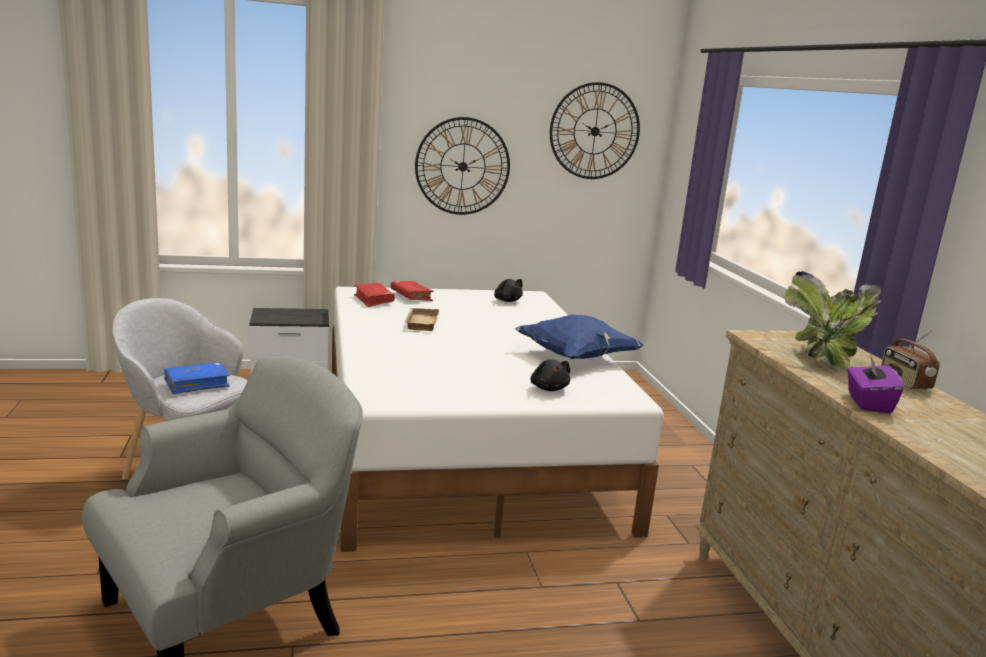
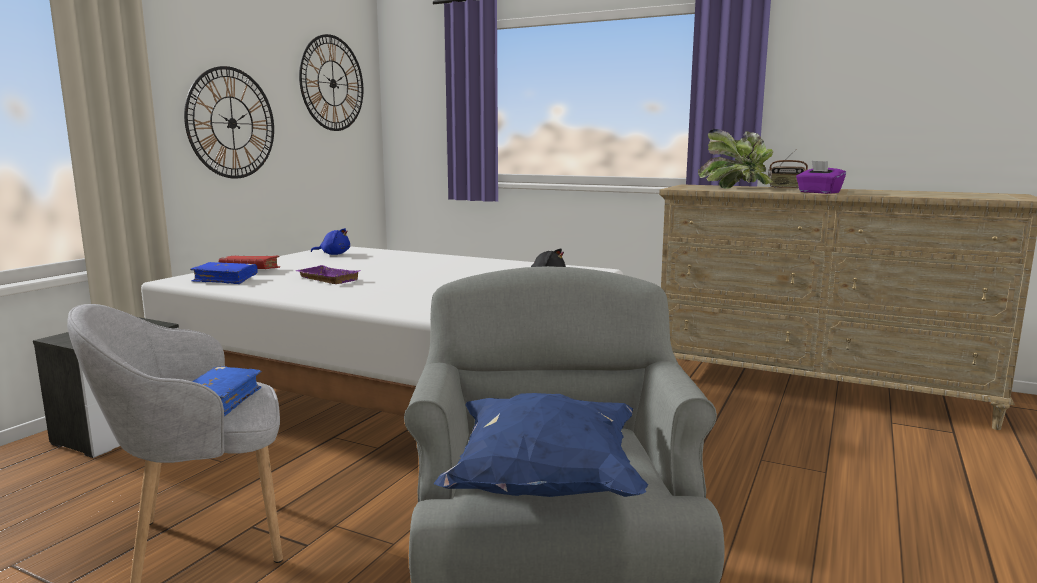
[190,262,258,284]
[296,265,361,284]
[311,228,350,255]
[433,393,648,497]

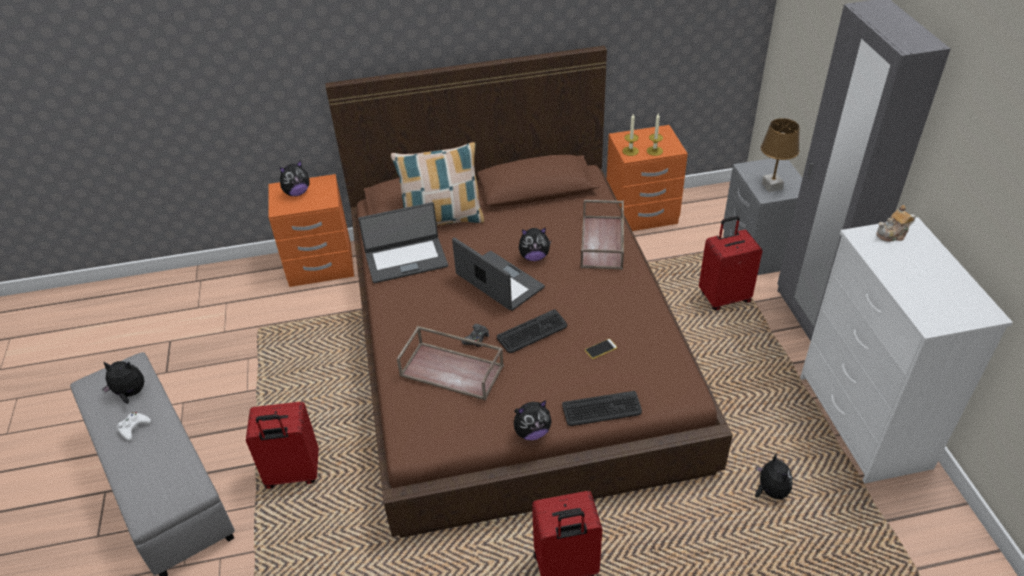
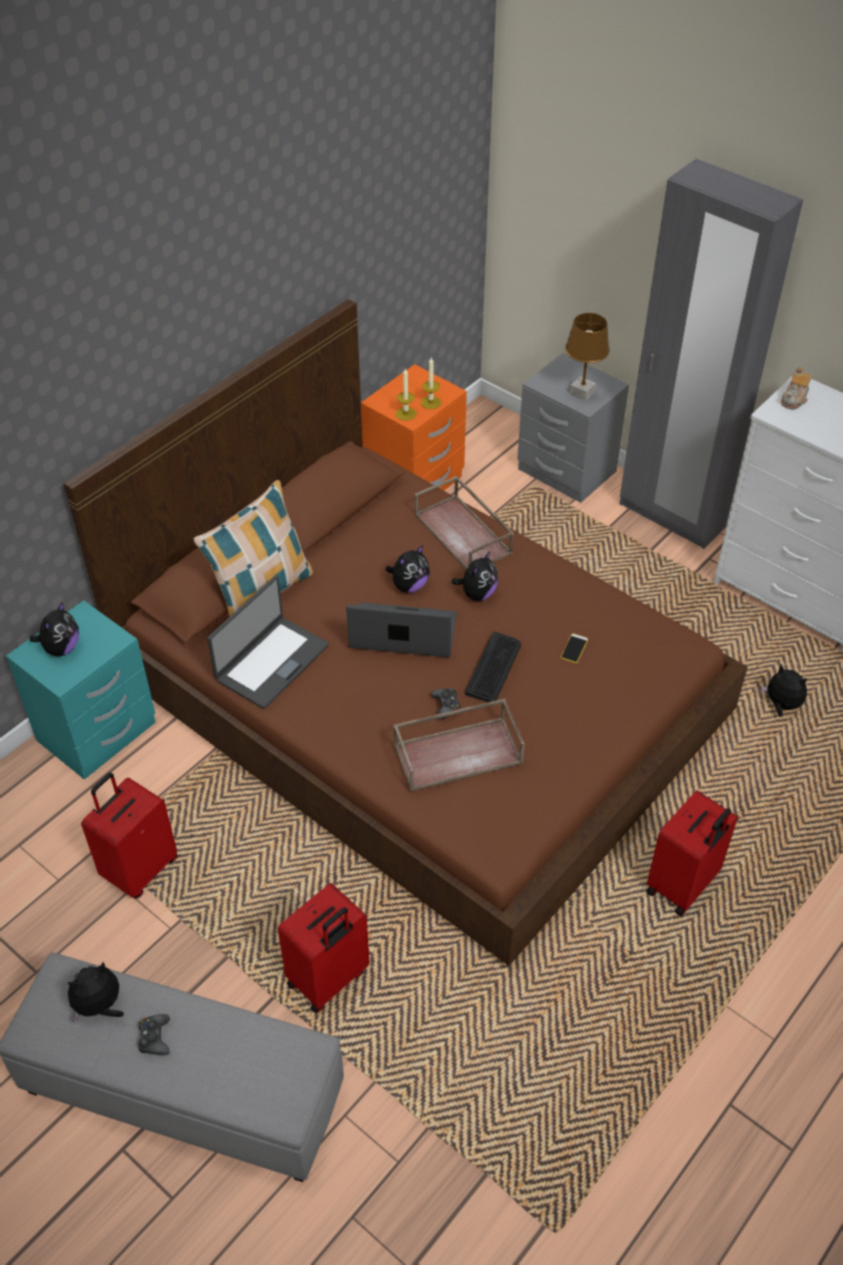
[6,600,156,780]
[81,772,178,898]
[138,1014,170,1055]
[452,551,498,601]
[562,391,642,426] (first image)

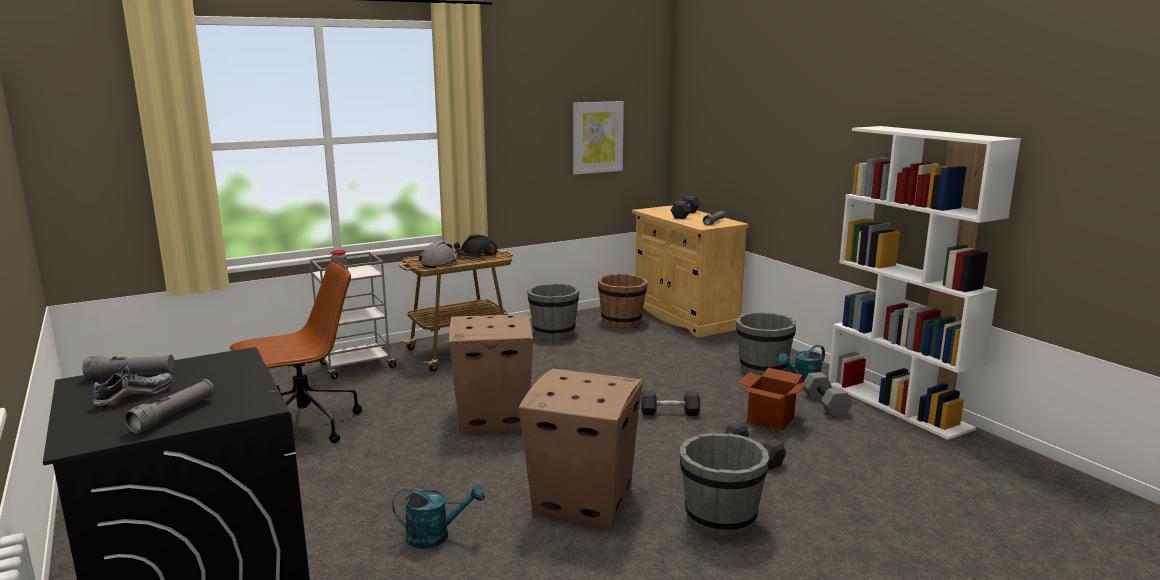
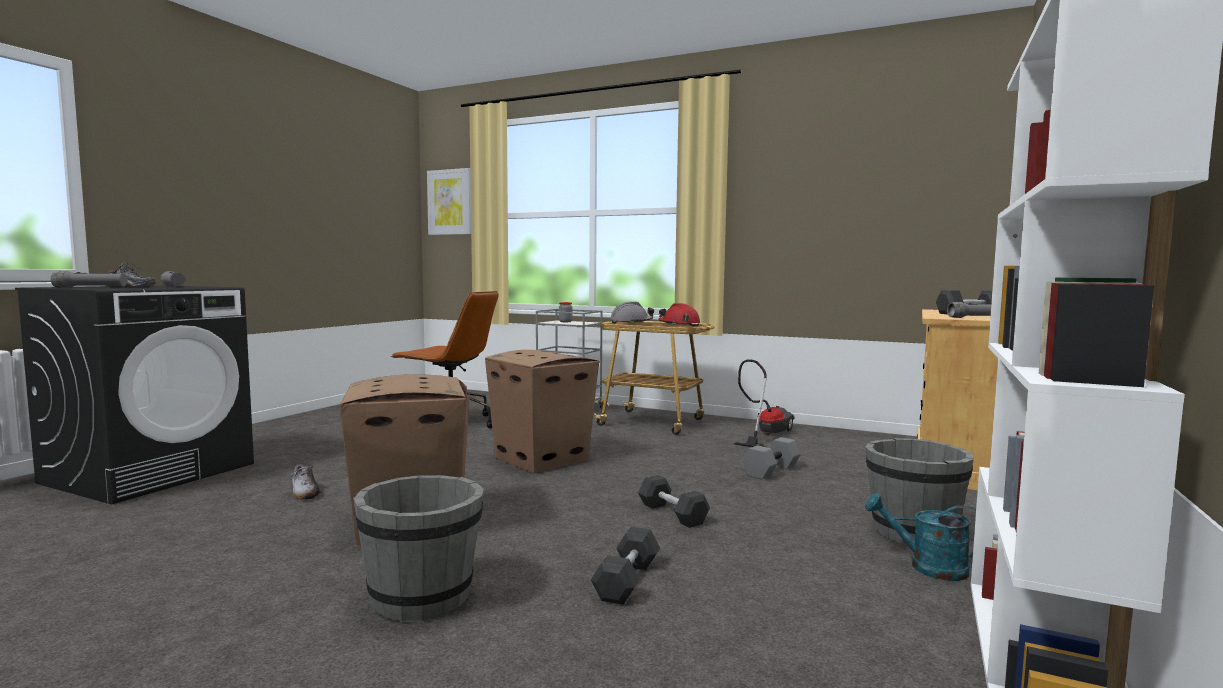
[291,464,321,500]
[427,168,471,235]
[659,303,700,327]
[734,359,794,448]
[742,437,801,479]
[598,274,648,328] (first image)
[737,368,809,431] (first image)

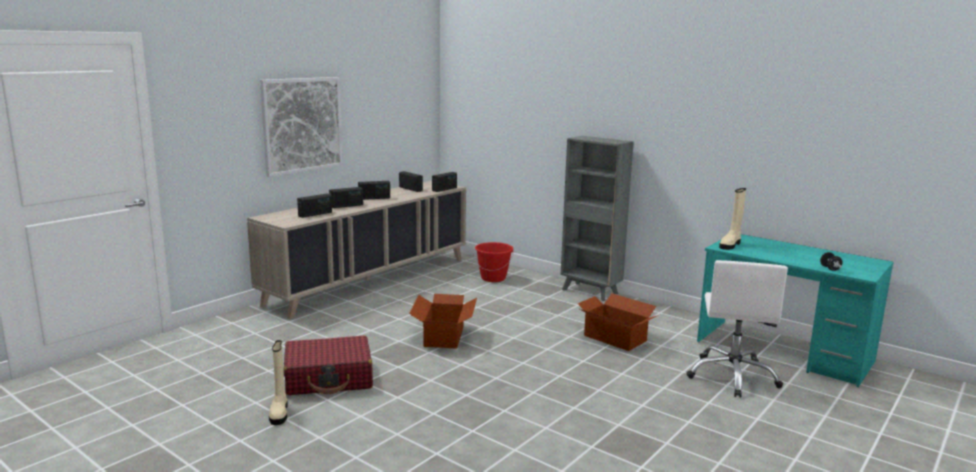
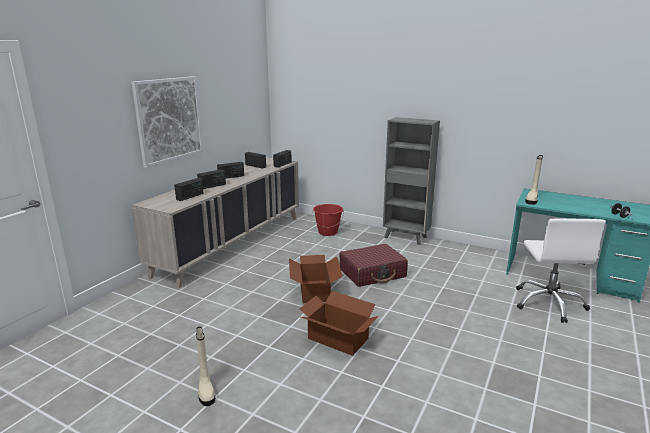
[299,291,379,356]
[339,244,408,287]

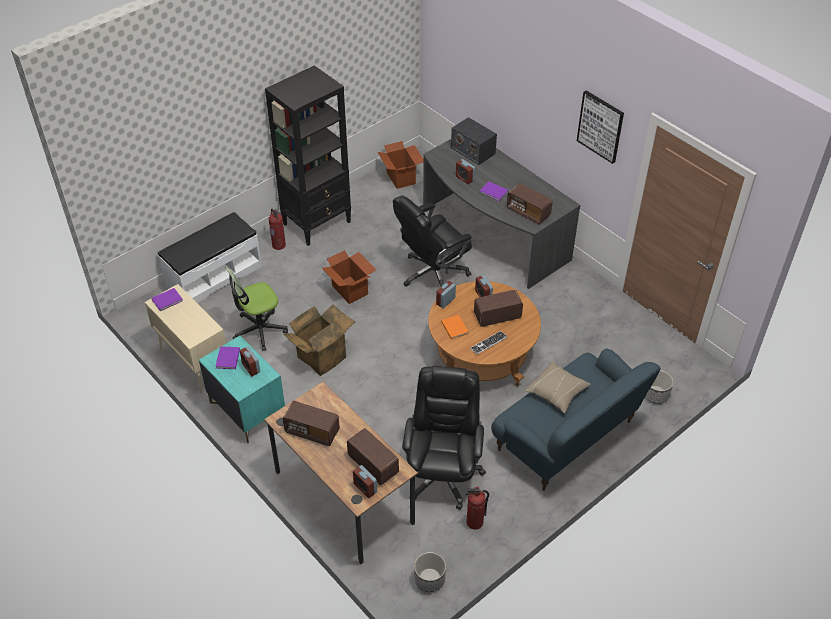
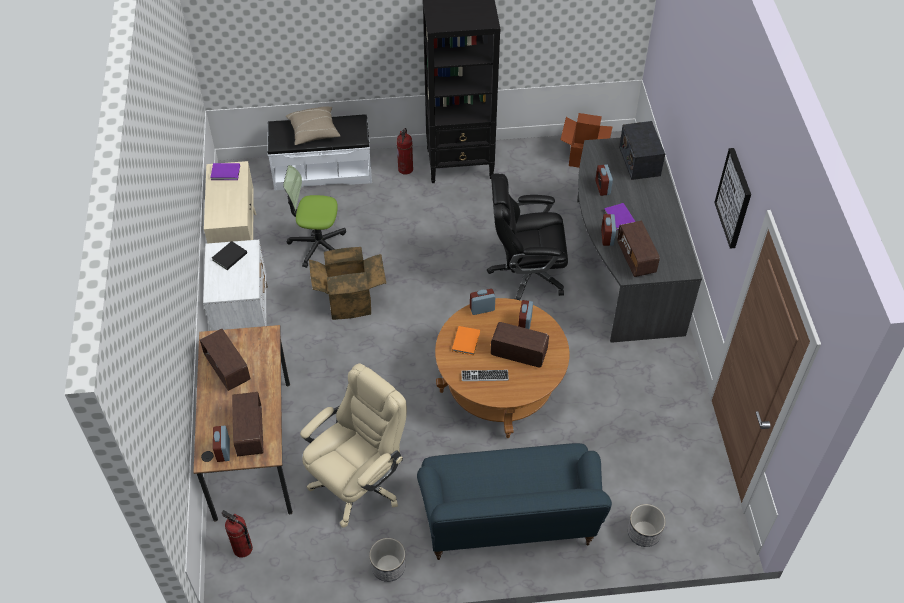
[203,240,268,331]
[212,241,247,270]
[221,510,253,558]
[286,106,340,145]
[300,363,407,528]
[369,538,405,582]
[601,214,616,246]
[322,250,376,304] (first image)

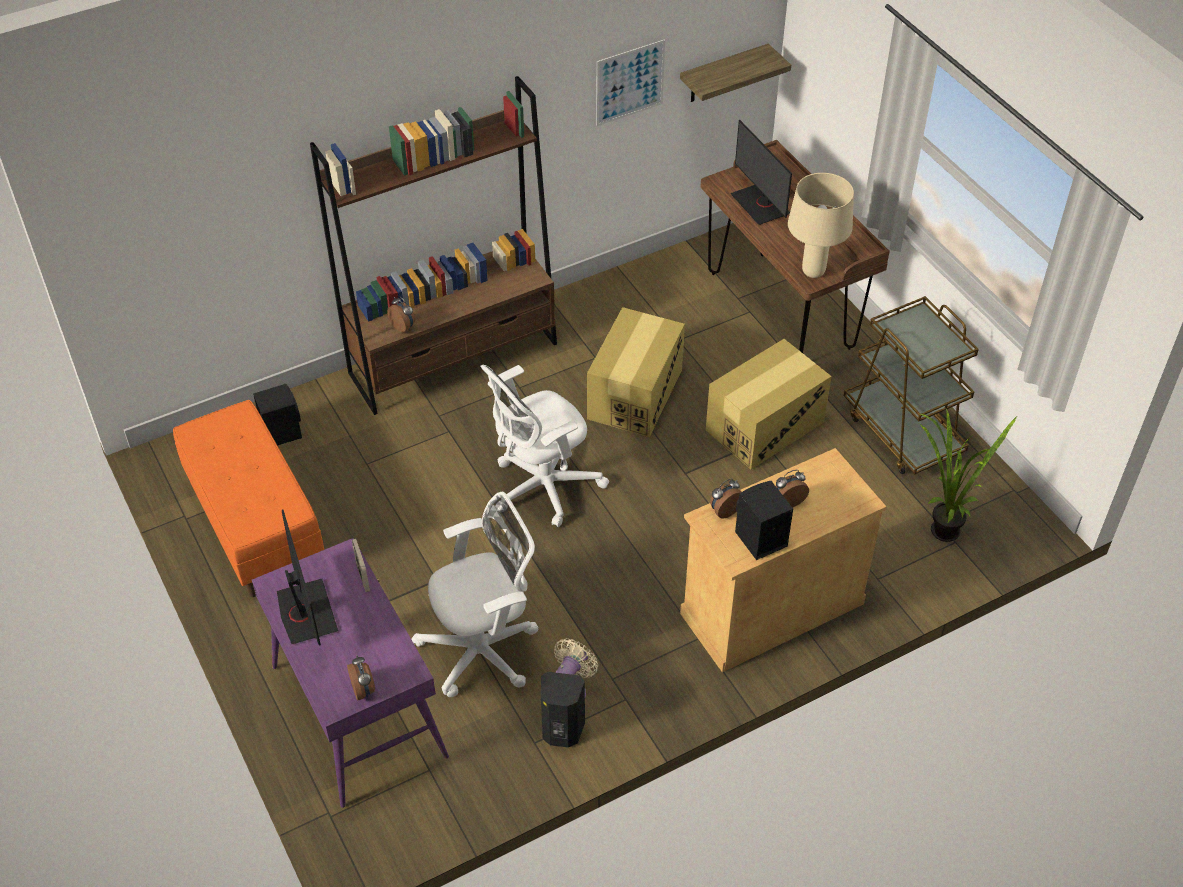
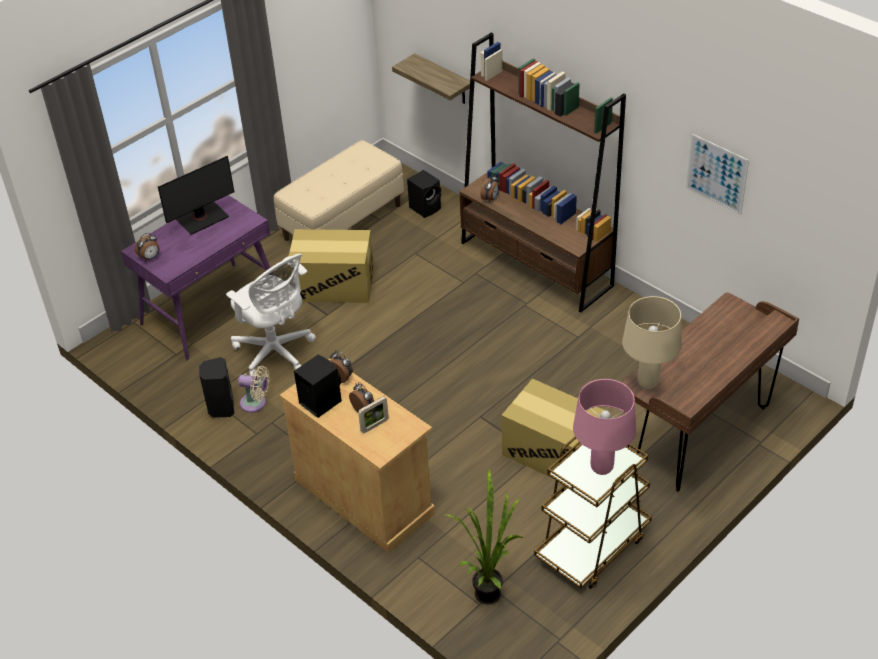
[274,140,404,241]
[287,229,374,303]
[358,396,389,434]
[392,53,470,104]
[573,379,636,475]
[481,364,609,527] (first image)
[730,120,792,225] (first image)

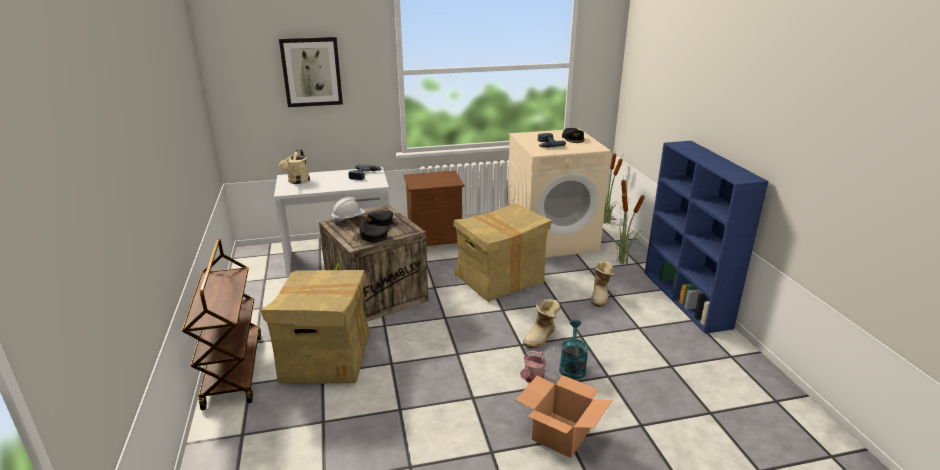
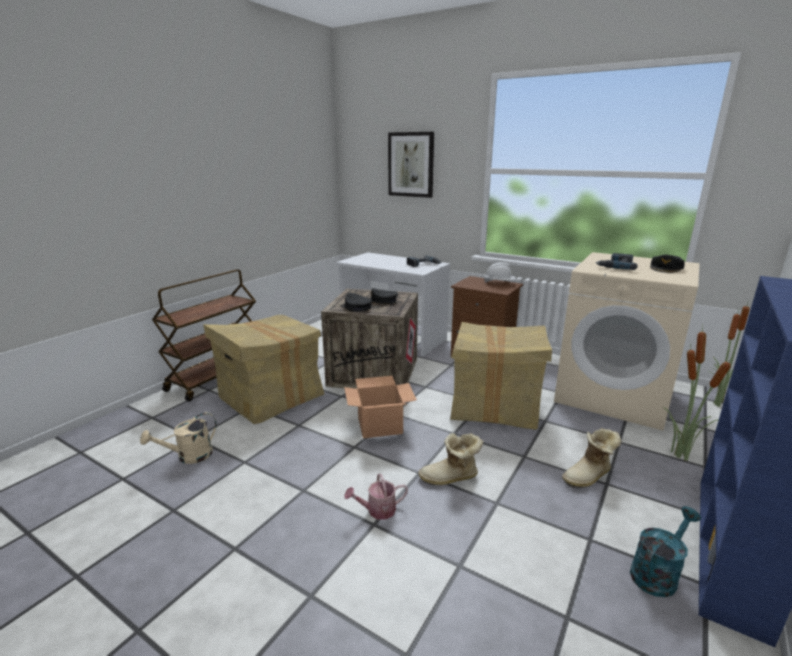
[140,412,217,464]
[344,376,417,438]
[484,262,516,283]
[630,506,701,597]

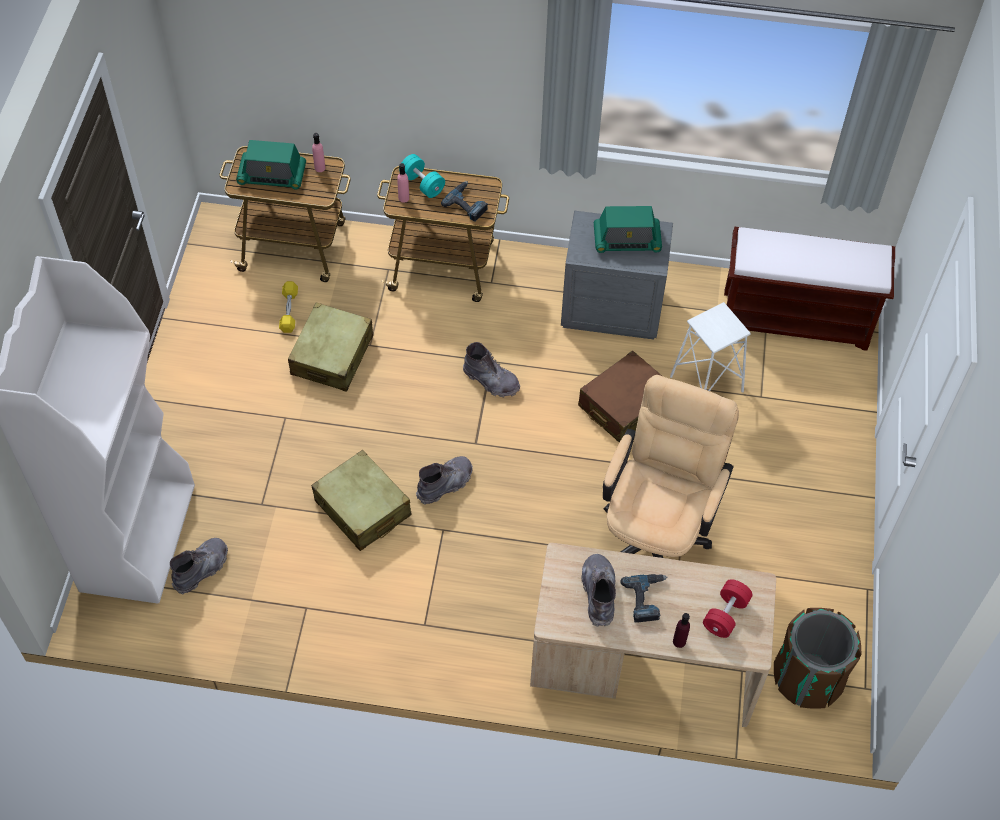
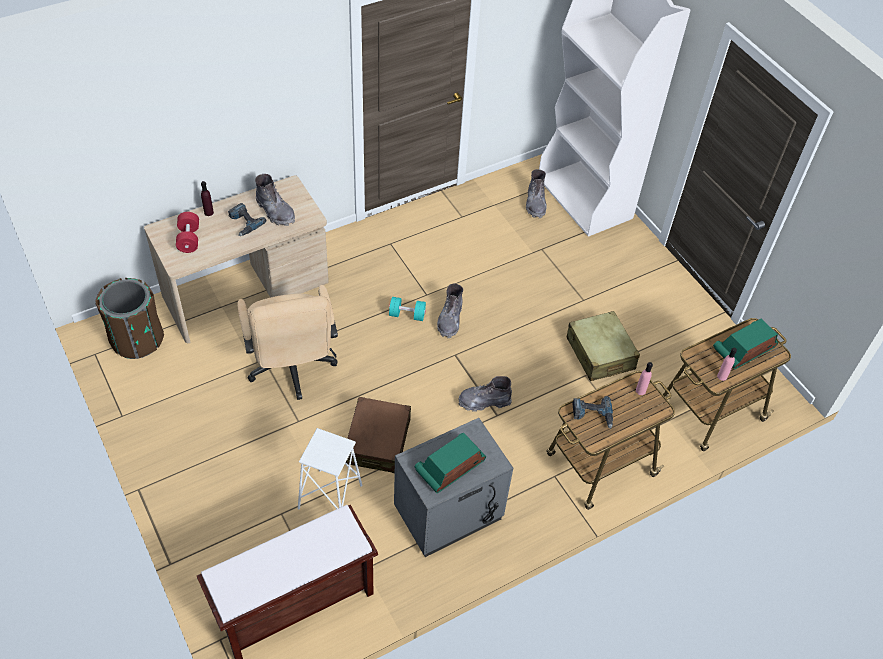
[389,297,426,321]
[279,281,298,333] (first image)
[311,450,412,551] (first image)

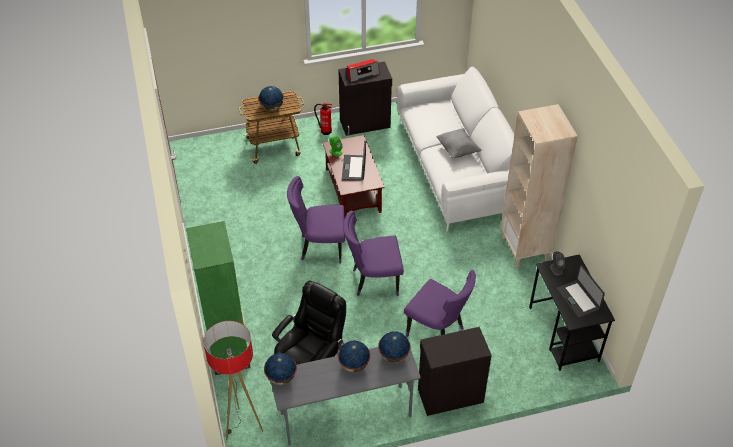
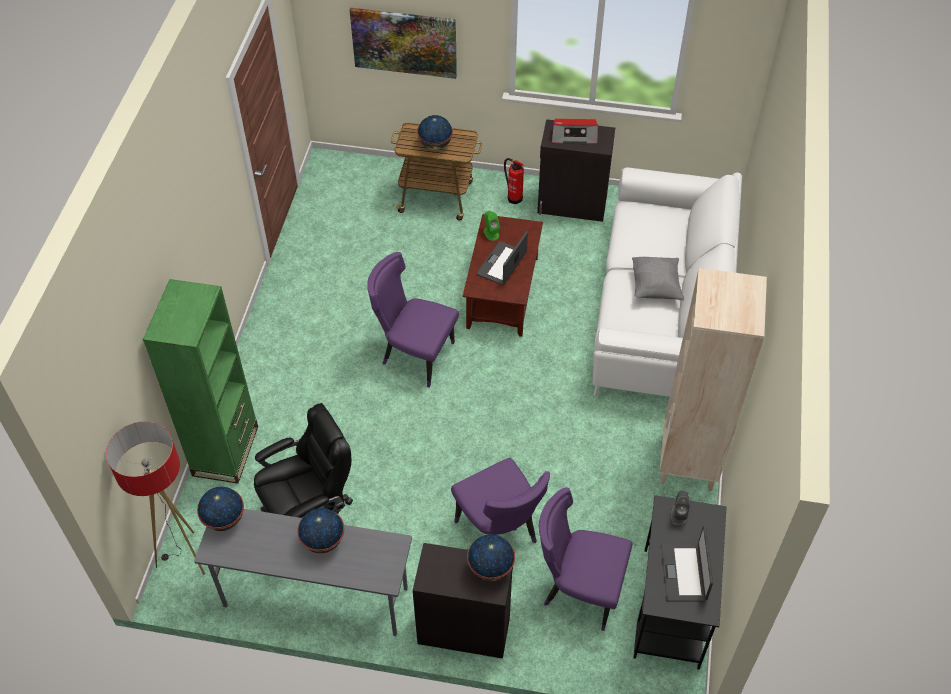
[350,8,457,79]
[467,534,515,581]
[539,487,632,631]

